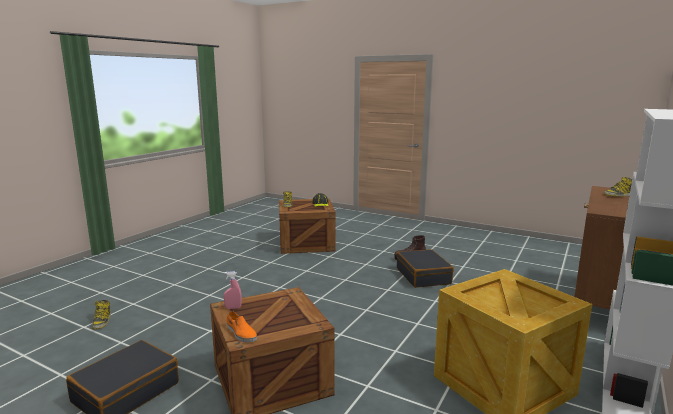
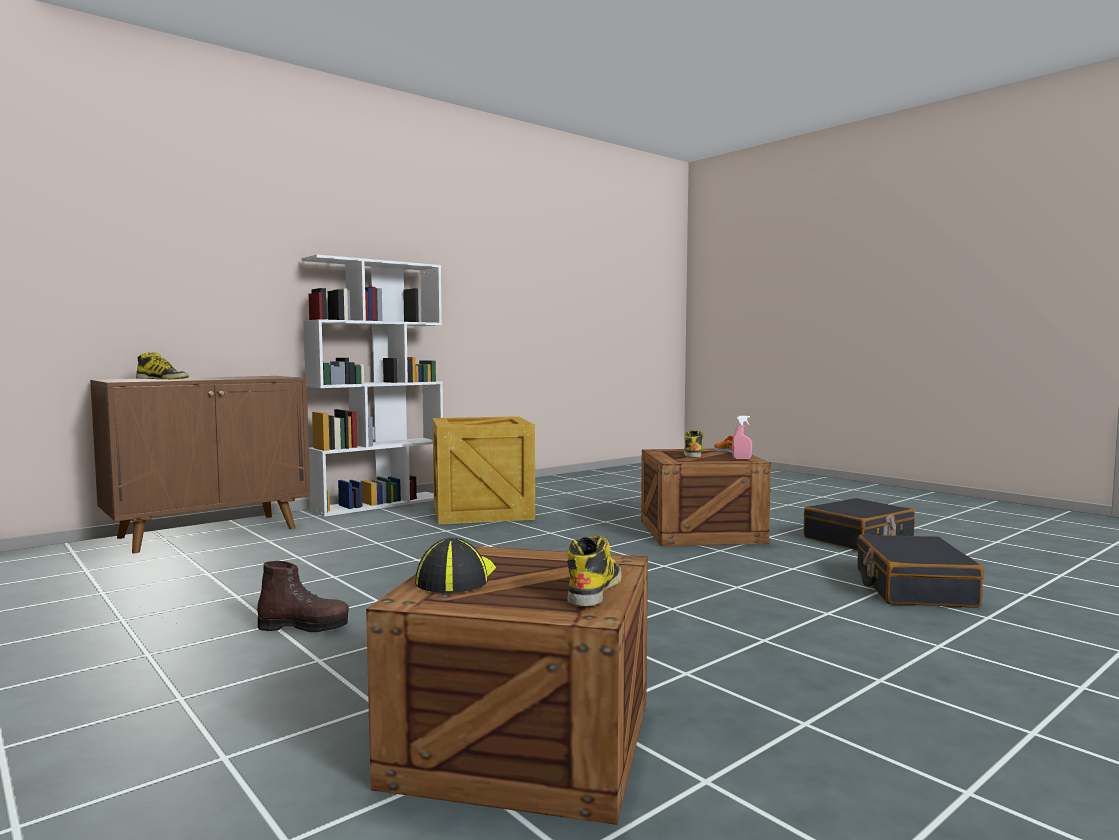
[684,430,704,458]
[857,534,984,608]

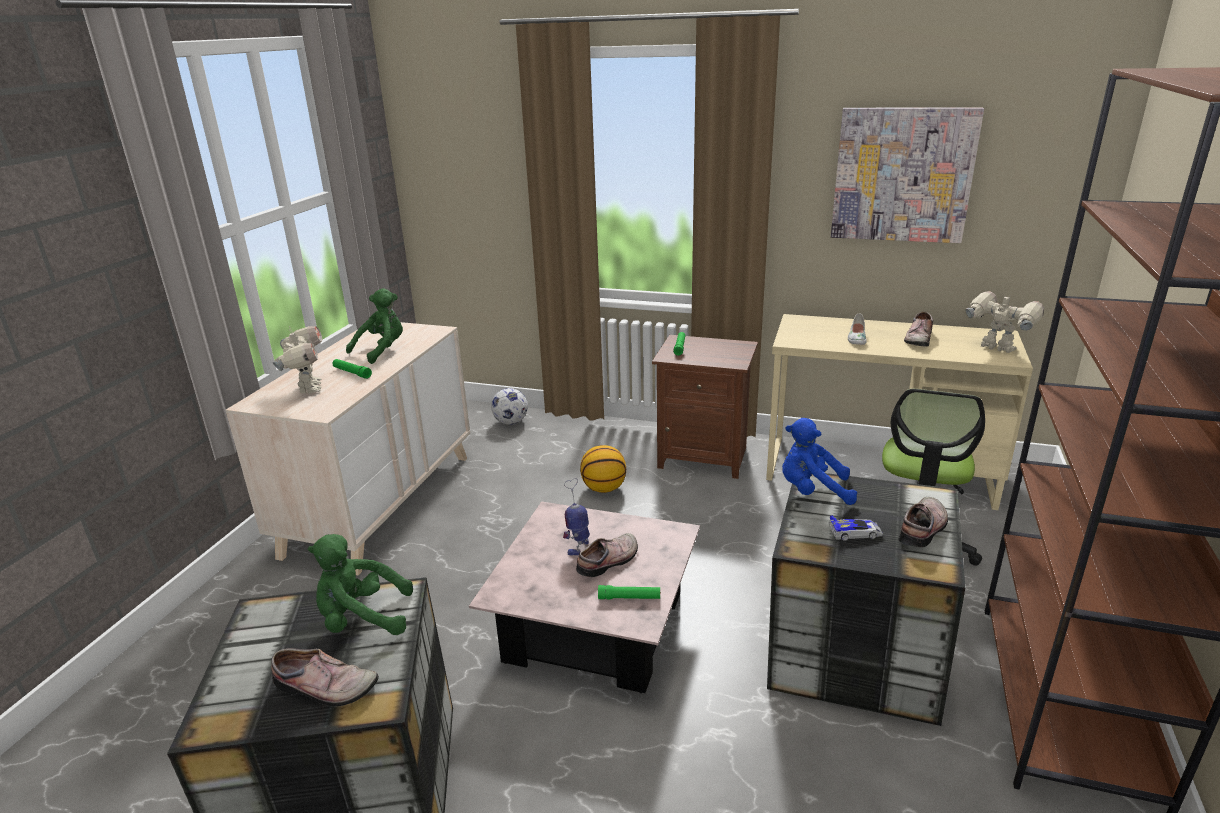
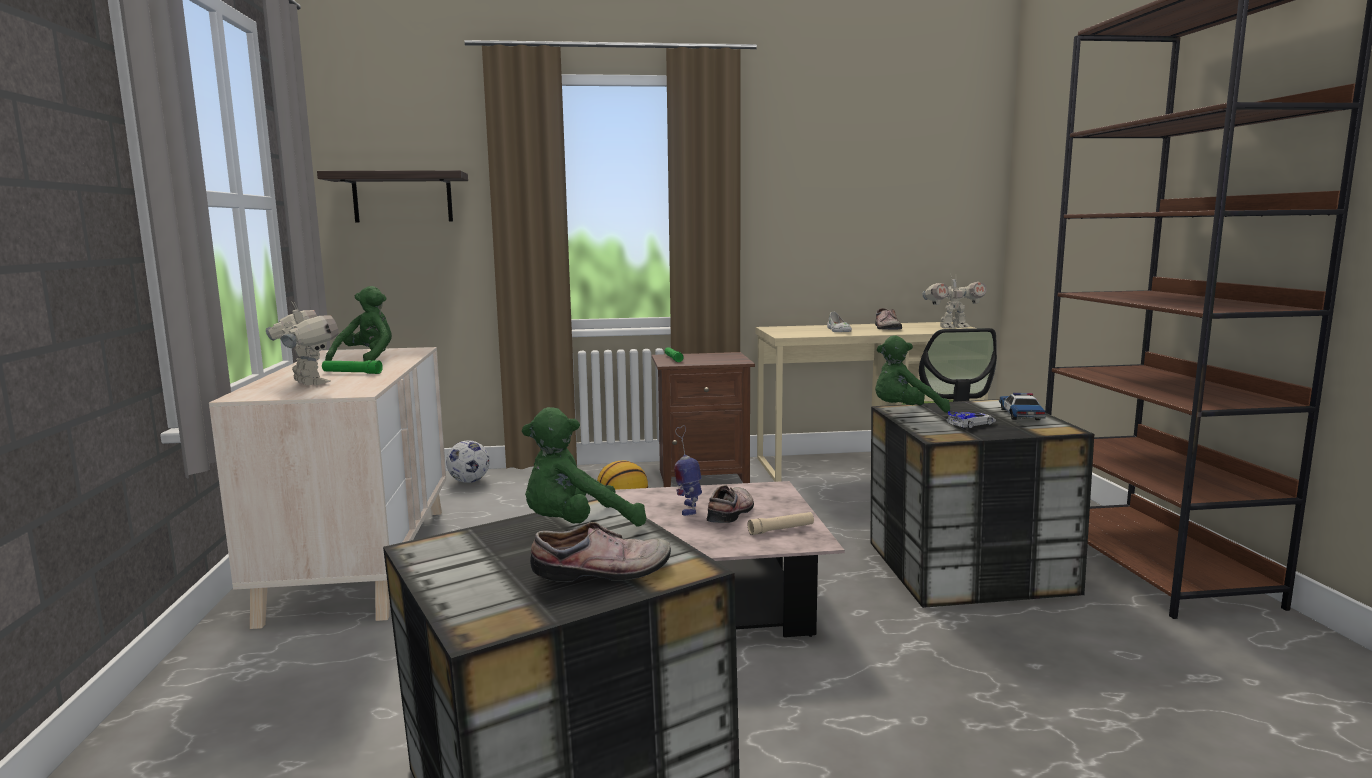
[317,170,468,223]
[748,512,814,535]
[875,335,950,413]
[922,276,987,328]
[999,393,1046,420]
[831,108,984,243] (first image)

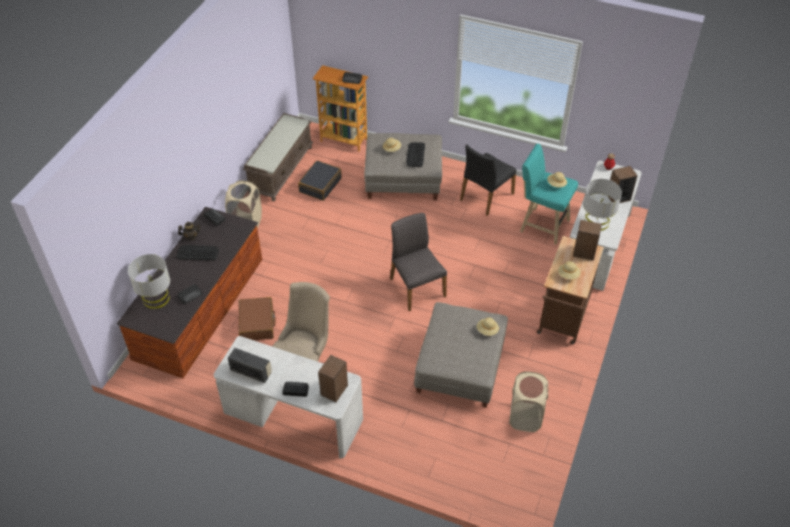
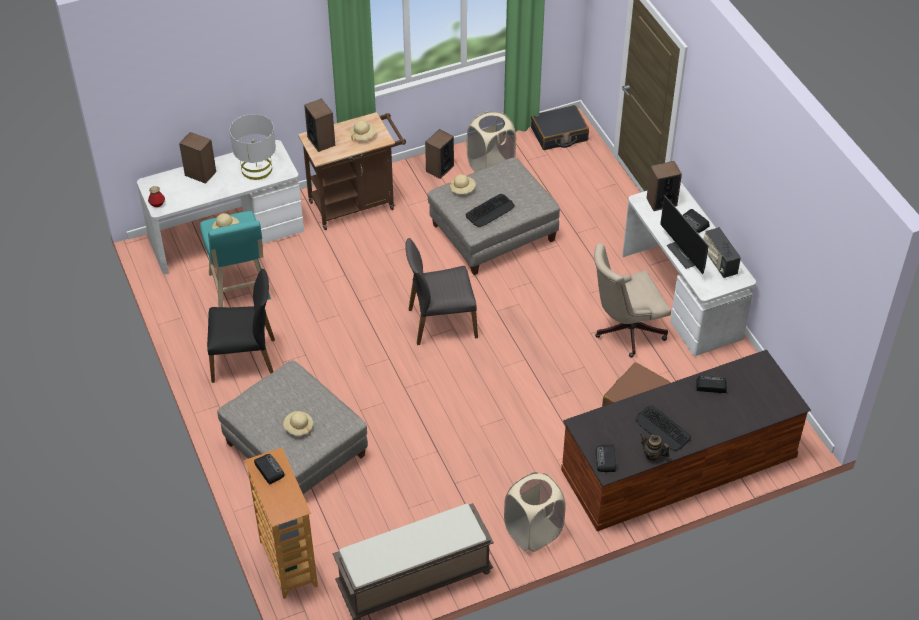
[405,238,478,345]
[425,129,454,179]
[466,194,515,227]
[531,105,589,150]
[660,195,708,274]
[128,254,170,309] (first image)

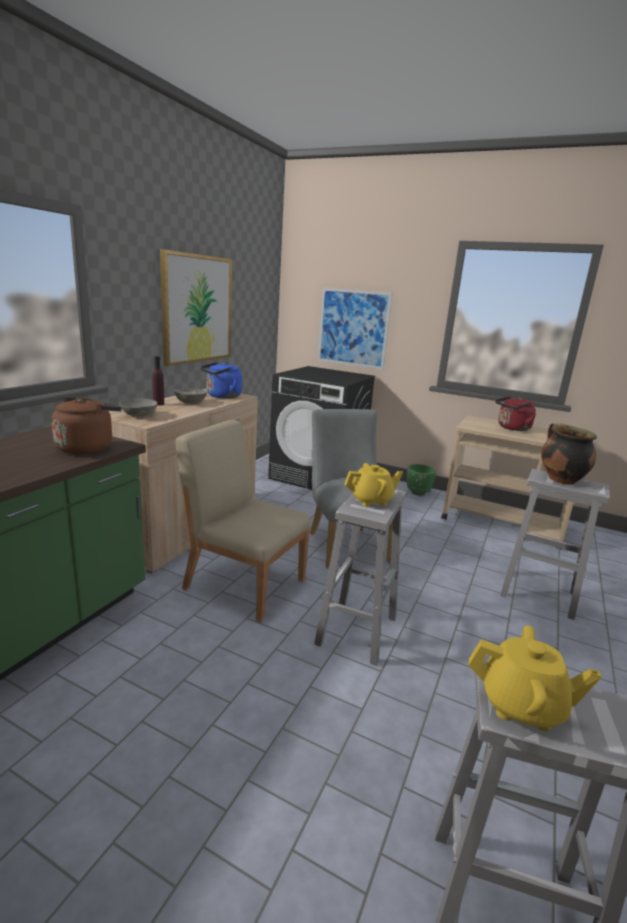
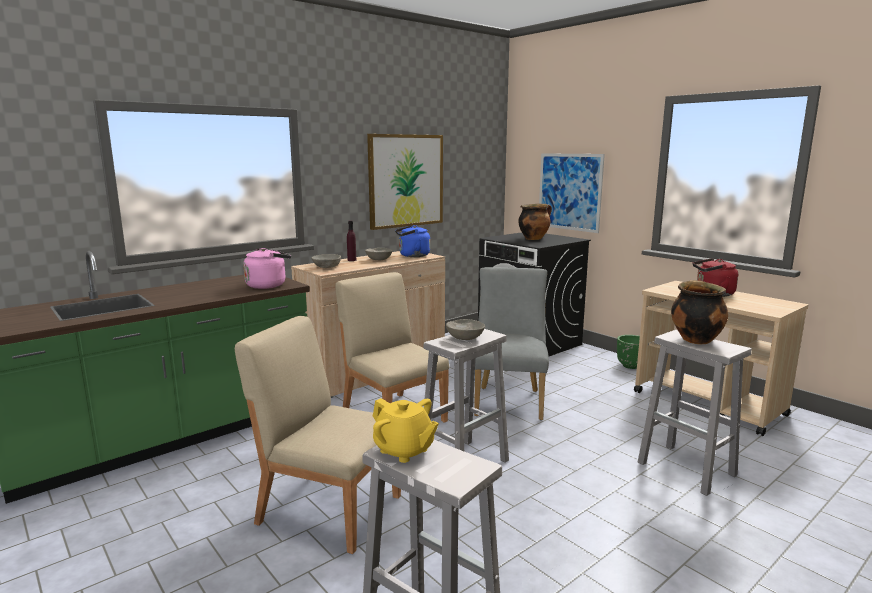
[235,316,401,554]
[243,248,291,289]
[446,319,485,340]
[518,204,552,240]

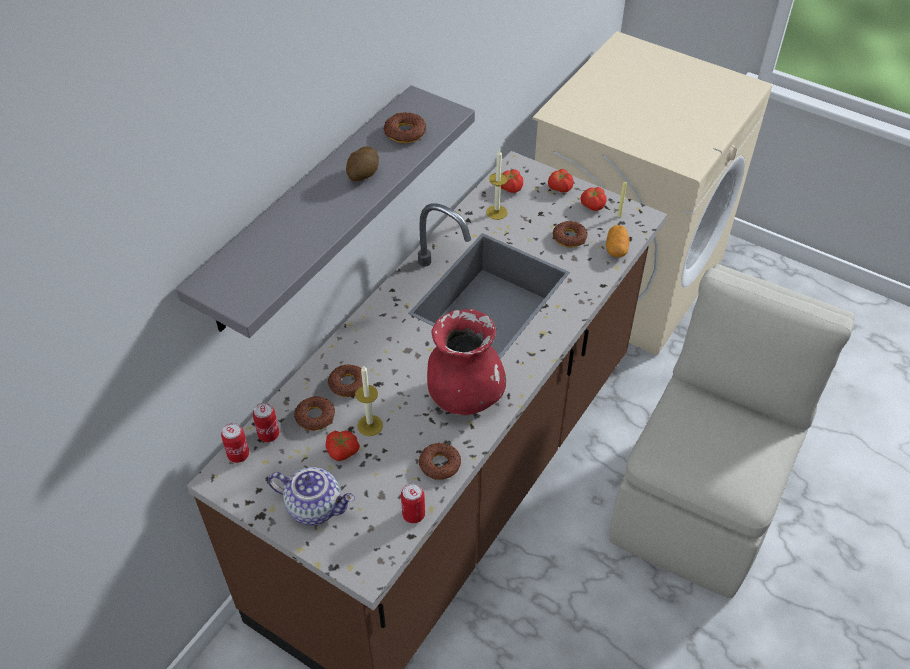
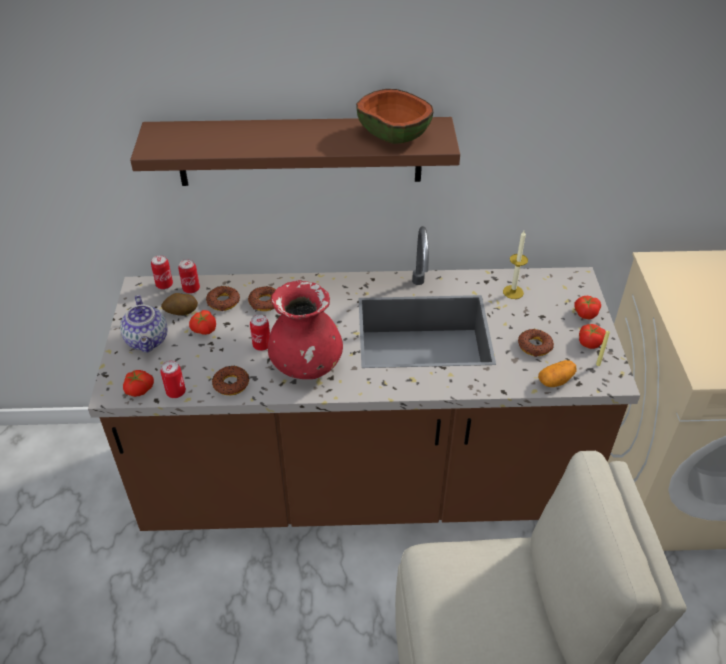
[123,370,154,397]
[130,117,460,186]
[161,293,198,315]
[250,315,270,351]
[356,89,434,144]
[355,365,383,436] (first image)

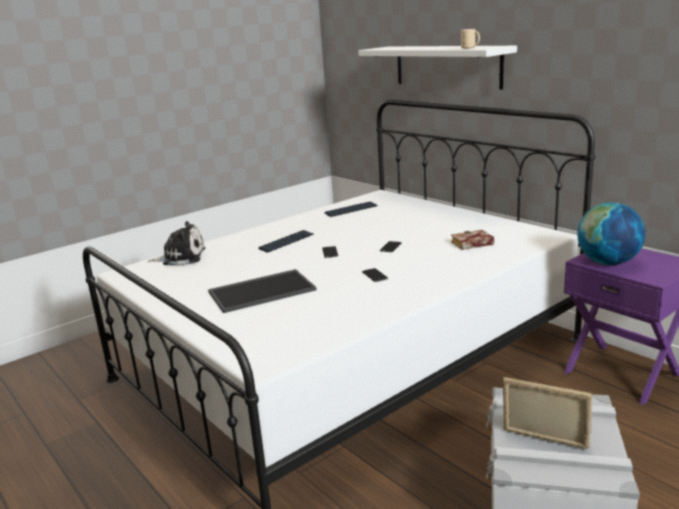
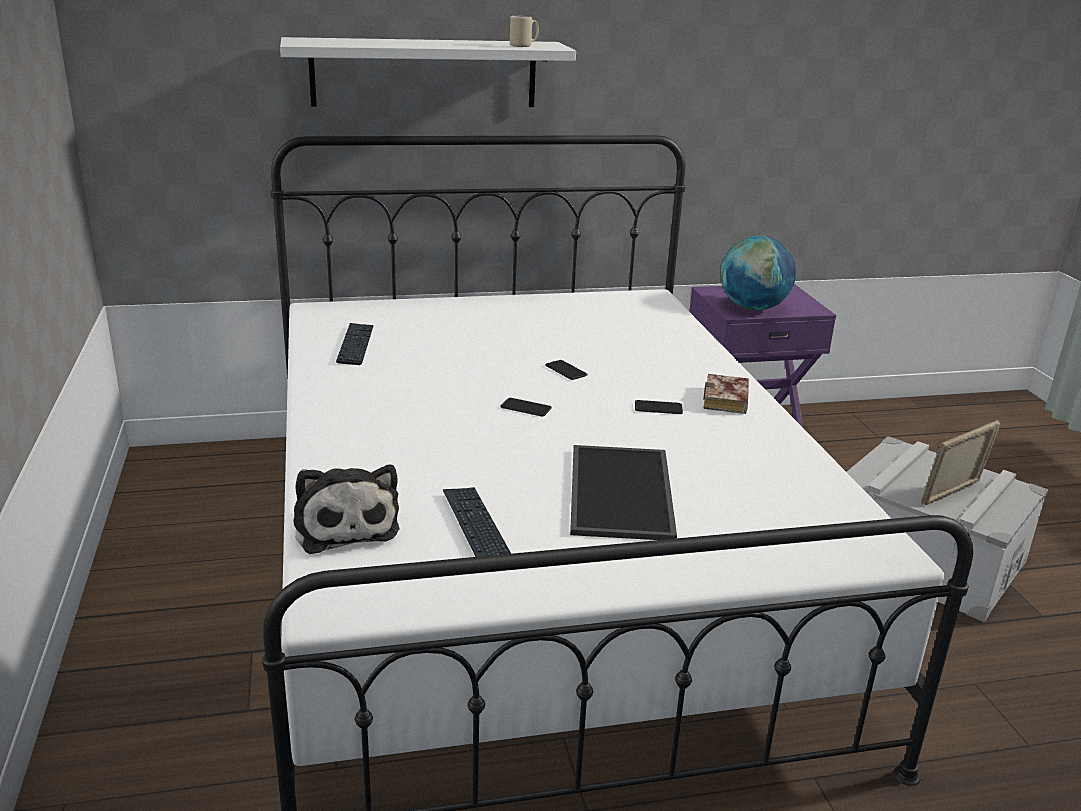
[293,465,400,554]
[443,487,511,557]
[703,374,749,414]

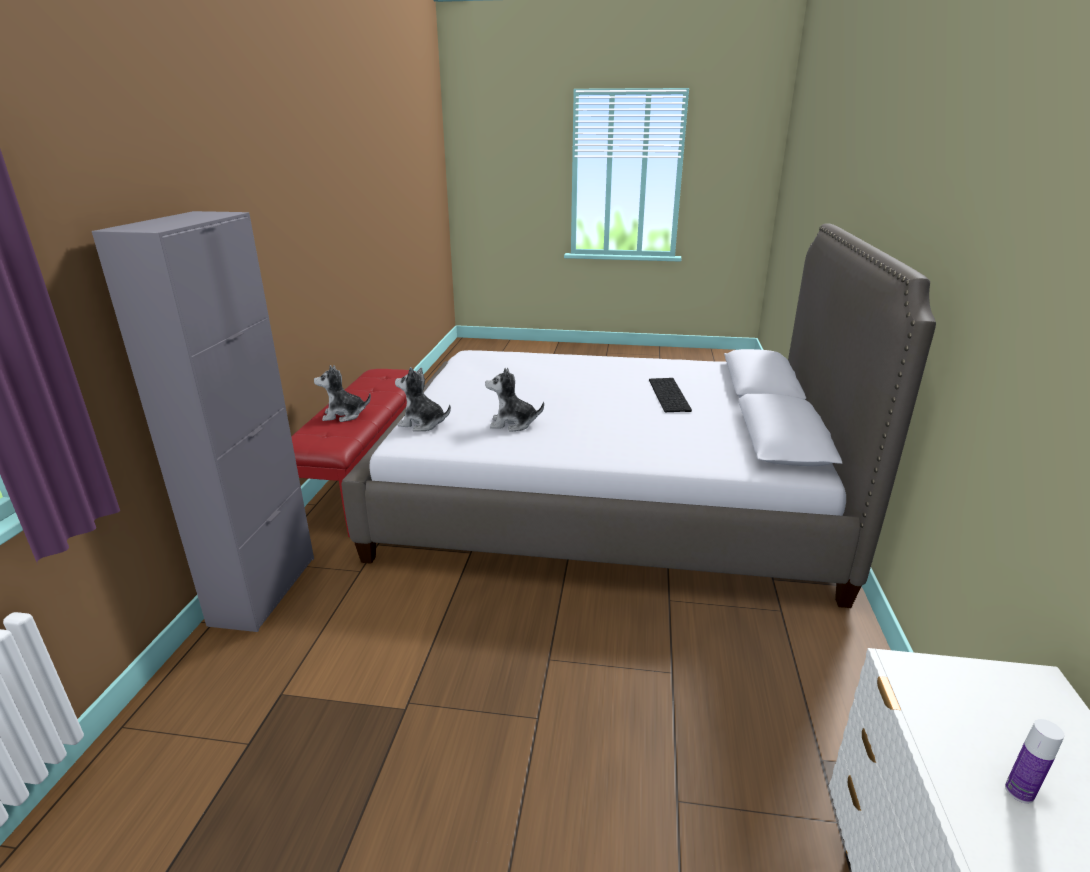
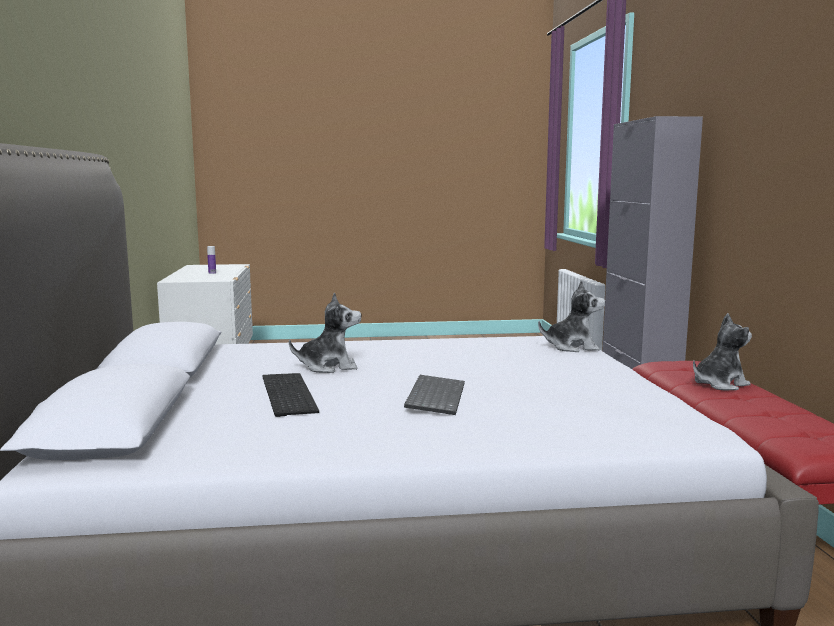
[289,292,362,373]
[404,375,465,415]

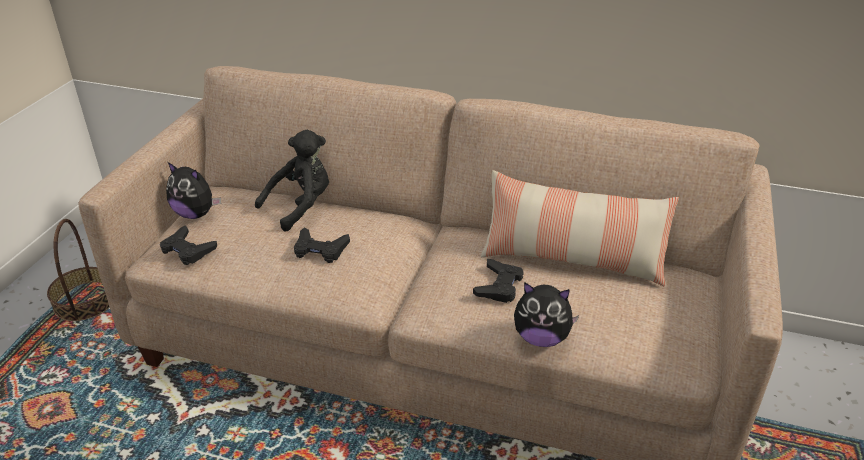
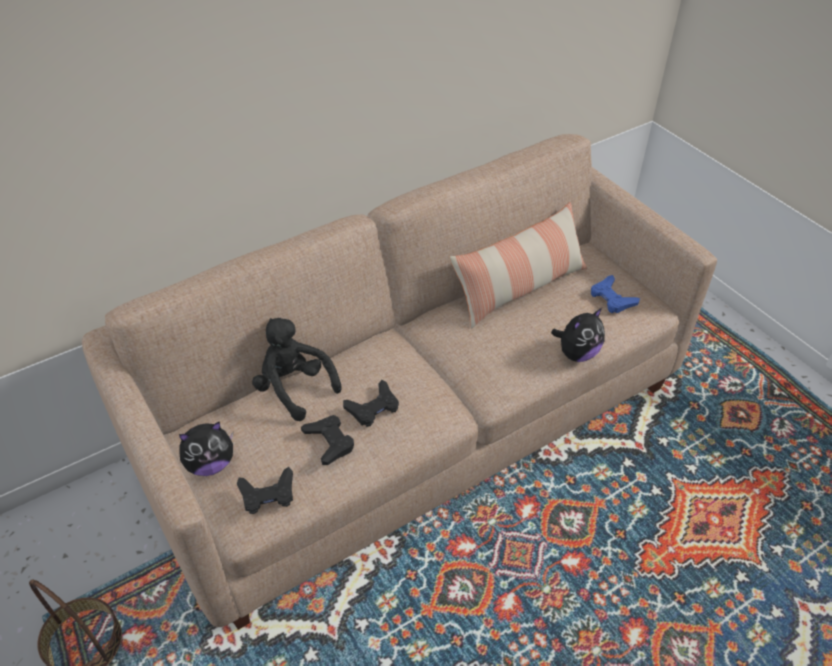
[252,318,342,421]
[301,415,354,465]
[591,275,640,313]

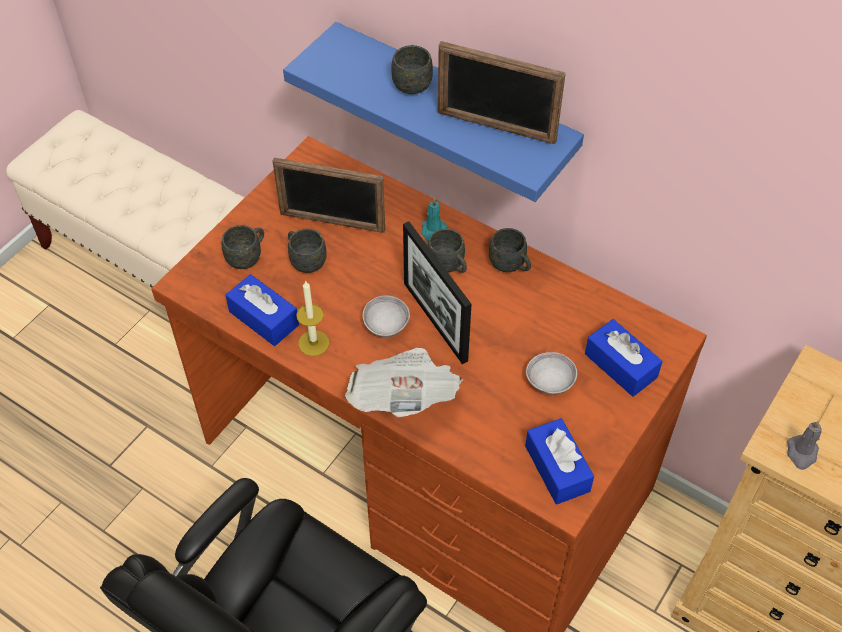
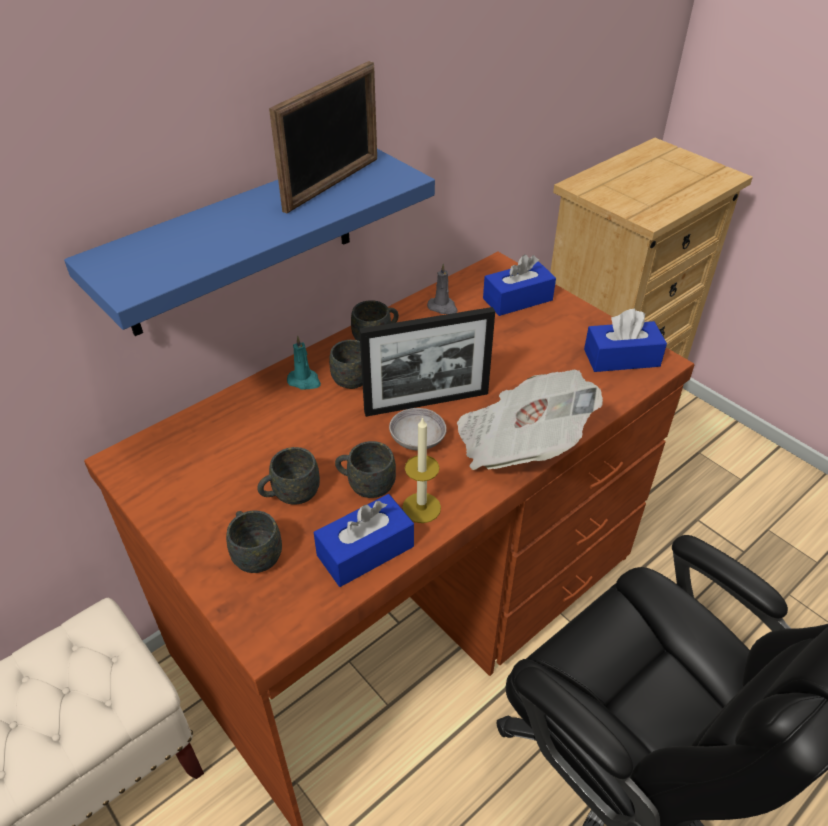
[335,441,396,498]
[427,263,458,314]
[273,158,385,233] (first image)
[526,352,577,395] (first image)

